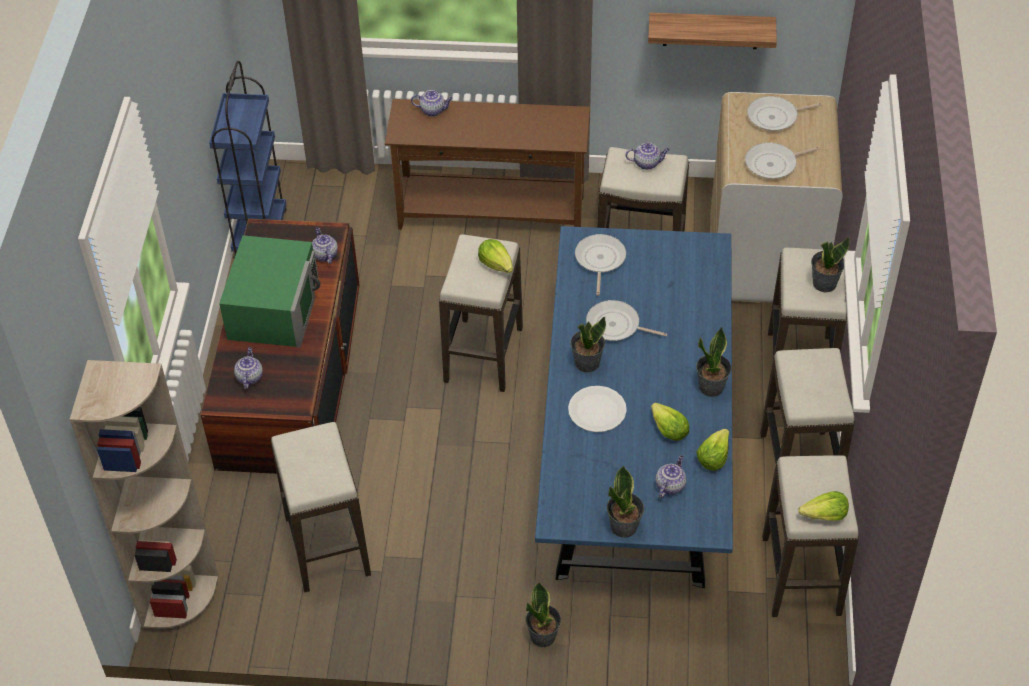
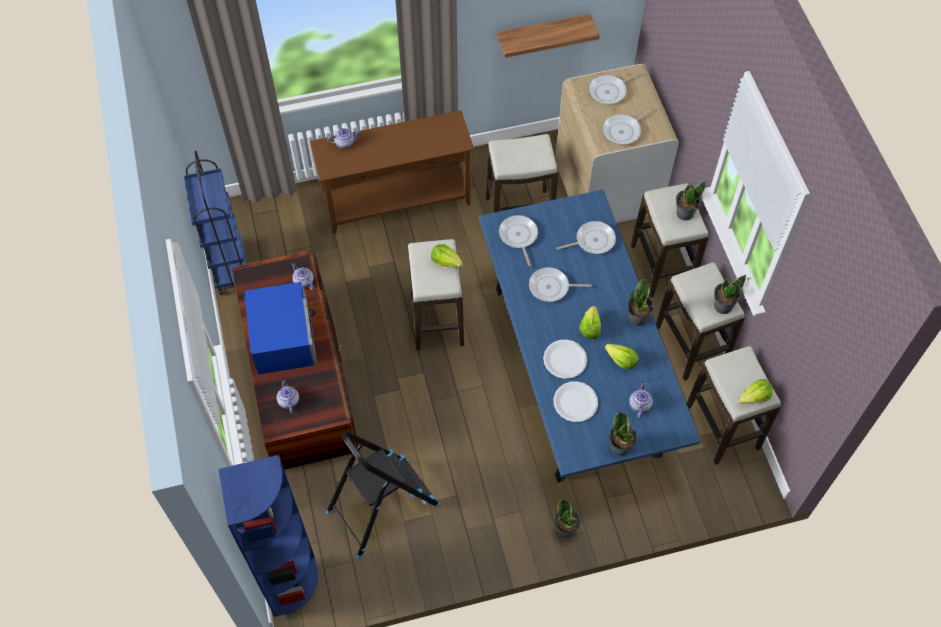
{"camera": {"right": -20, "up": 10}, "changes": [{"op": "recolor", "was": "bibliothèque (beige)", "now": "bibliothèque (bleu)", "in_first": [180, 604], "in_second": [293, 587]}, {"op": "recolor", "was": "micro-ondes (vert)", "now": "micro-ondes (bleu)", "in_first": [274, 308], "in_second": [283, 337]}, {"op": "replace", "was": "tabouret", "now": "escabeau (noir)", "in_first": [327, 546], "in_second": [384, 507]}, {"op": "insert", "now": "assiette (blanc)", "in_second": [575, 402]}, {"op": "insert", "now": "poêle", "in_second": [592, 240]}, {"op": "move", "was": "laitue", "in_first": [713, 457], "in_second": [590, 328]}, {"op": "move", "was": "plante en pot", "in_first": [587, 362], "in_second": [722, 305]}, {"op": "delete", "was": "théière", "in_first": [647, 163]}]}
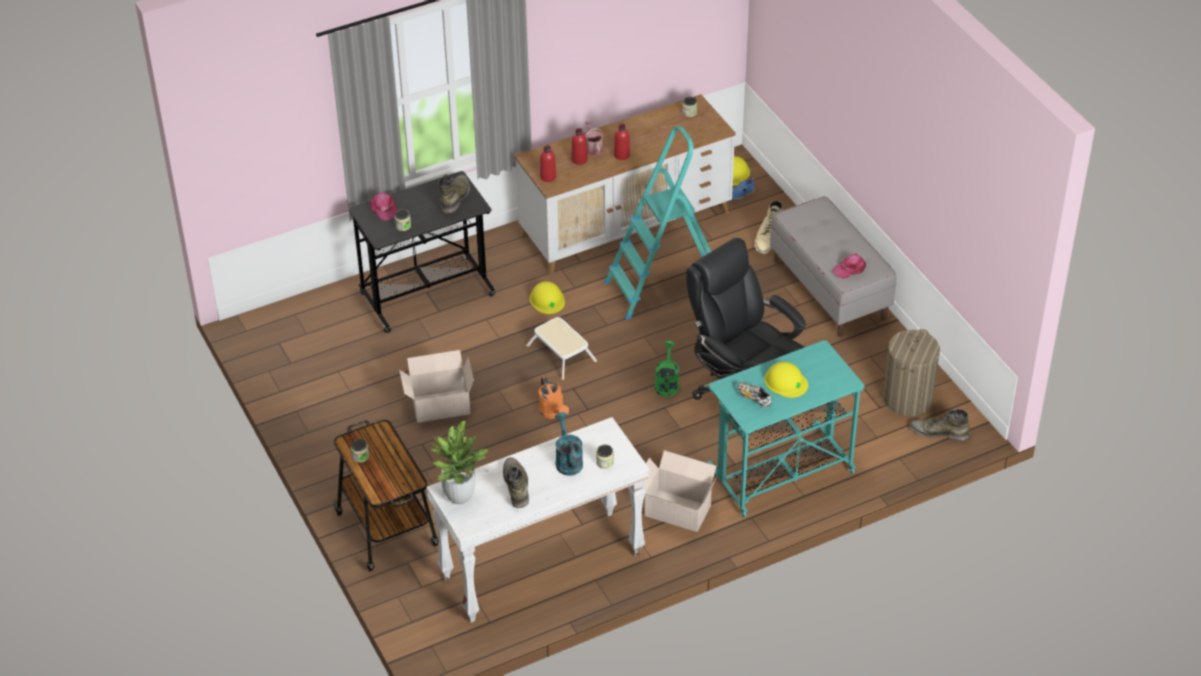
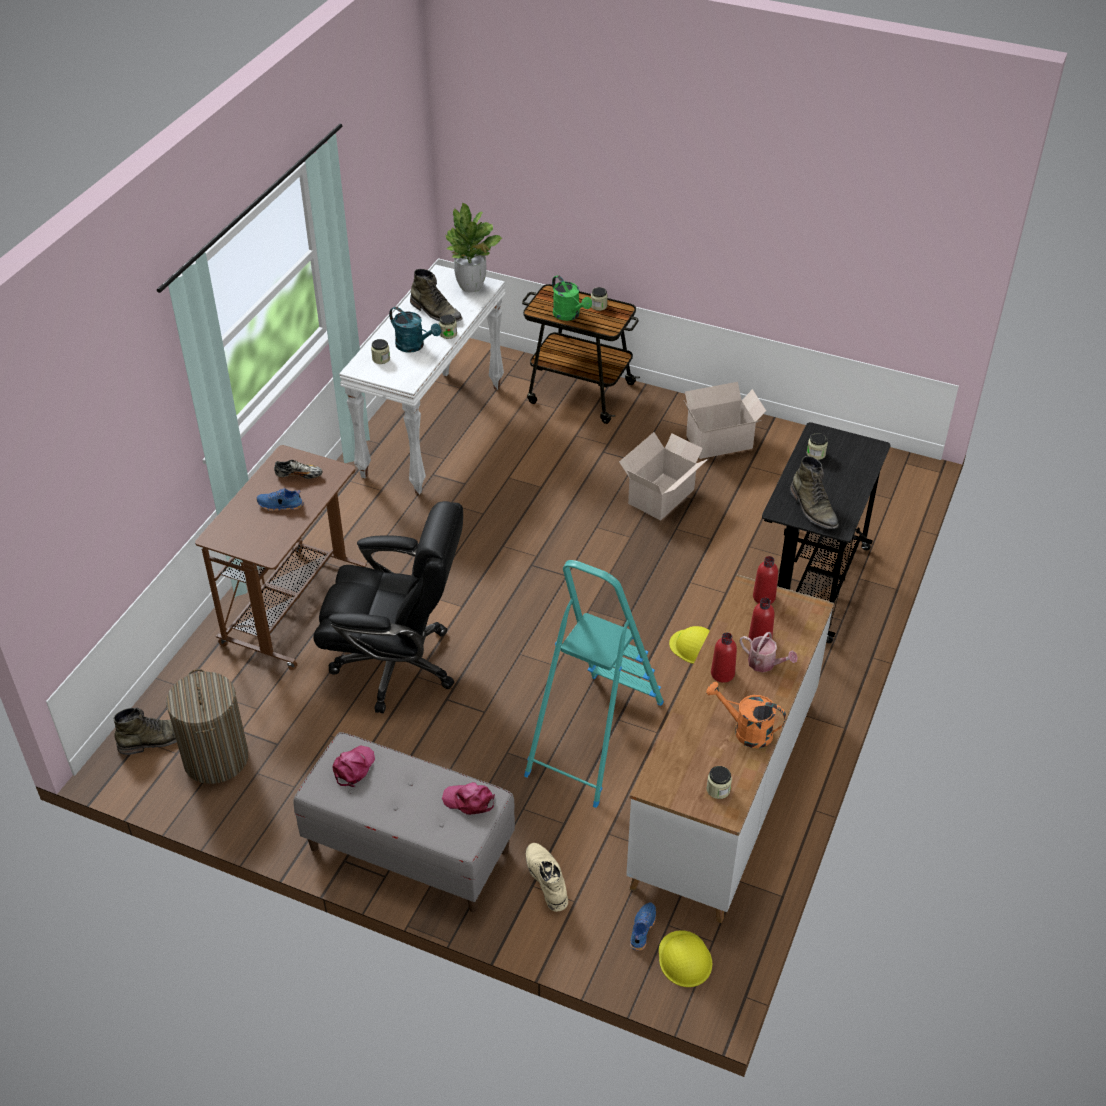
{"camera": {"right": 140, "up": 0}, "changes": [{"op": "recolor", "was": "bureau (turquoise)", "now": "bureau (marron)", "in_first": [780, 472], "in_second": [294, 608]}, {"op": "replace", "was": "casque de chantier (jaune)", "now": "chaussure (bleu)", "in_first": [785, 381], "in_second": [280, 505]}, {"op": "insert", "now": "bocal", "in_second": [448, 334]}, {"op": "move", "was": "casquette (rose)", "in_first": [384, 209], "in_second": [469, 801]}, {"op": "move", "was": "arrosoir (vert)", "in_first": [667, 383], "in_second": [569, 315]}, {"op": "move", "was": "carton", "in_first": [676, 510], "in_second": [721, 442]}, {"op": "move", "was": "arrosoir (orange)", "in_first": [553, 413], "in_second": [746, 731]}, {"op": "delete", "was": "escabeau (beige)", "in_first": [561, 353]}]}
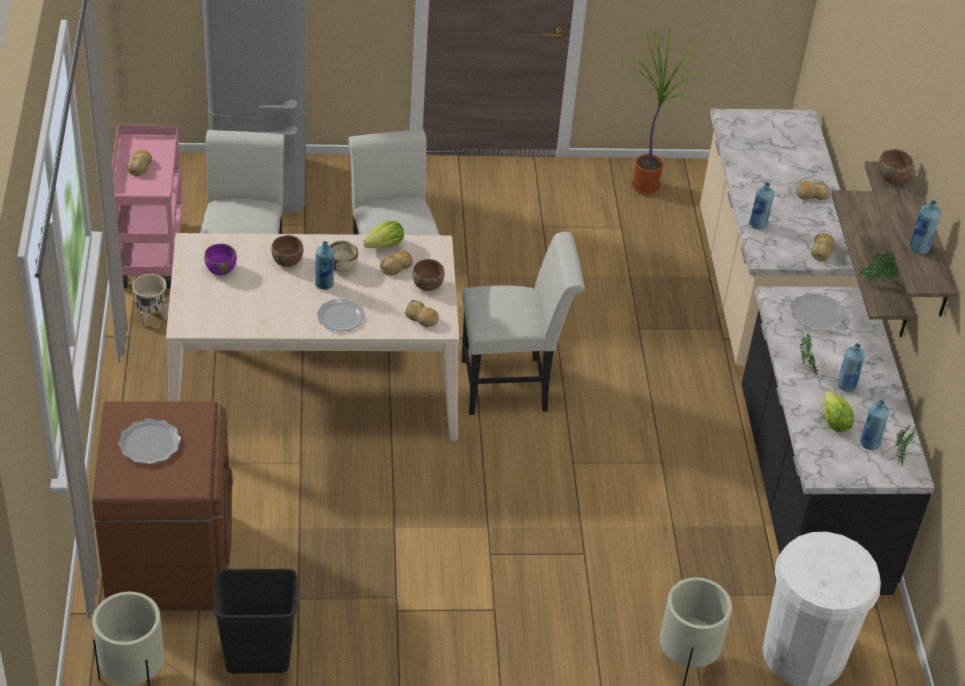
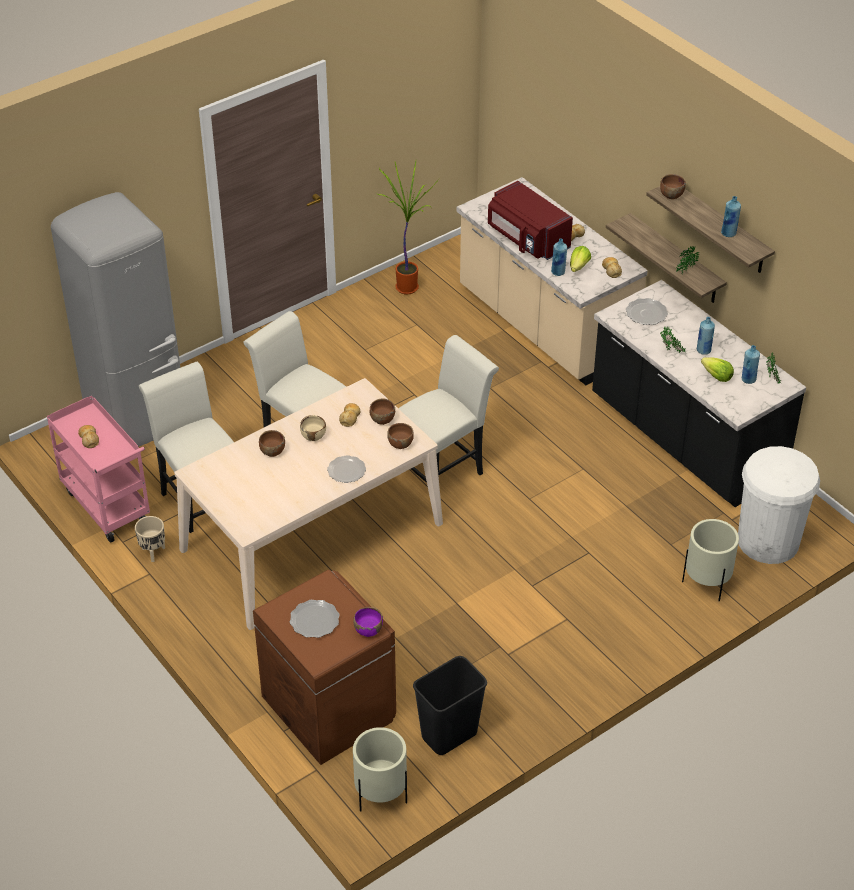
{"camera": {"right": -30, "up": 0}, "changes": [{"op": "move", "was": "bol (violet)", "in_first": [221, 269], "in_second": [368, 630]}, {"op": "replace", "was": "pain", "now": "bol (marron)", "in_first": [421, 318], "in_second": [400, 443]}, {"op": "insert", "now": "micro-ondes (rouge)", "in_second": [527, 239]}, {"op": "move", "was": "laitue", "in_first": [385, 246], "in_second": [579, 267]}, {"op": "delete", "was": "bouteille (bleu)", "in_first": [324, 284]}]}
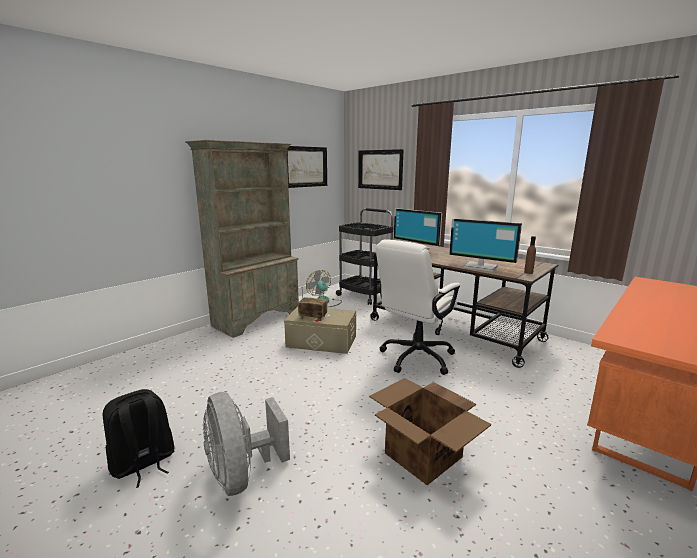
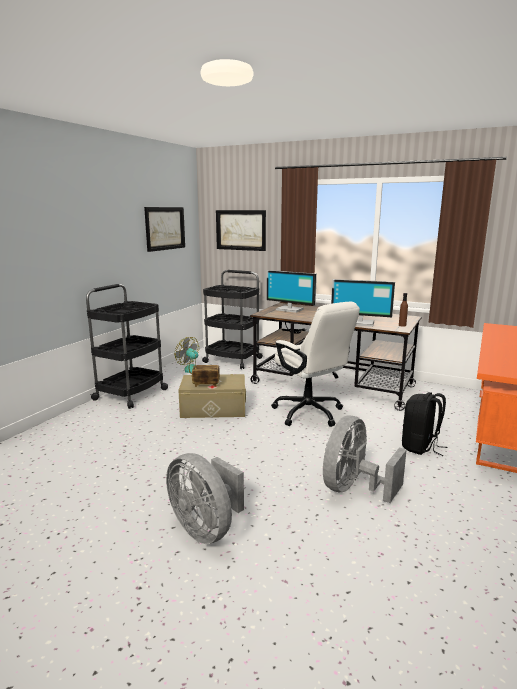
{"camera": {"right": -15, "up": 0}, "changes": [{"op": "replace", "was": "bibliothèque (vert)", "now": "chariot (noir)", "in_first": [256, 319], "in_second": [131, 394]}, {"op": "rotate", "was": "chaise de bureau (blanc)", "in_first": [415, 359], "in_second": [310, 414], "clockwise": -60}, {"op": "replace", "was": "carton", "now": "ventilateur (gris)", "in_first": [424, 456], "in_second": [354, 488]}, {"op": "move", "was": "sac à dos (noir)", "in_first": [143, 464], "in_second": [420, 447]}]}
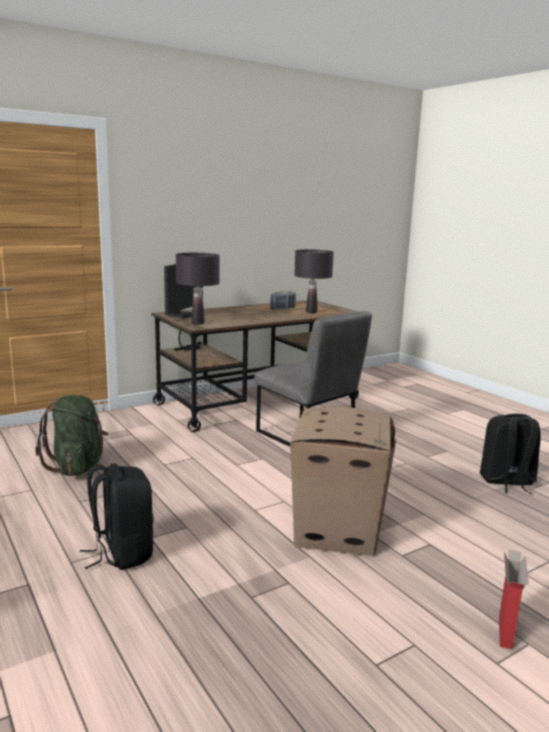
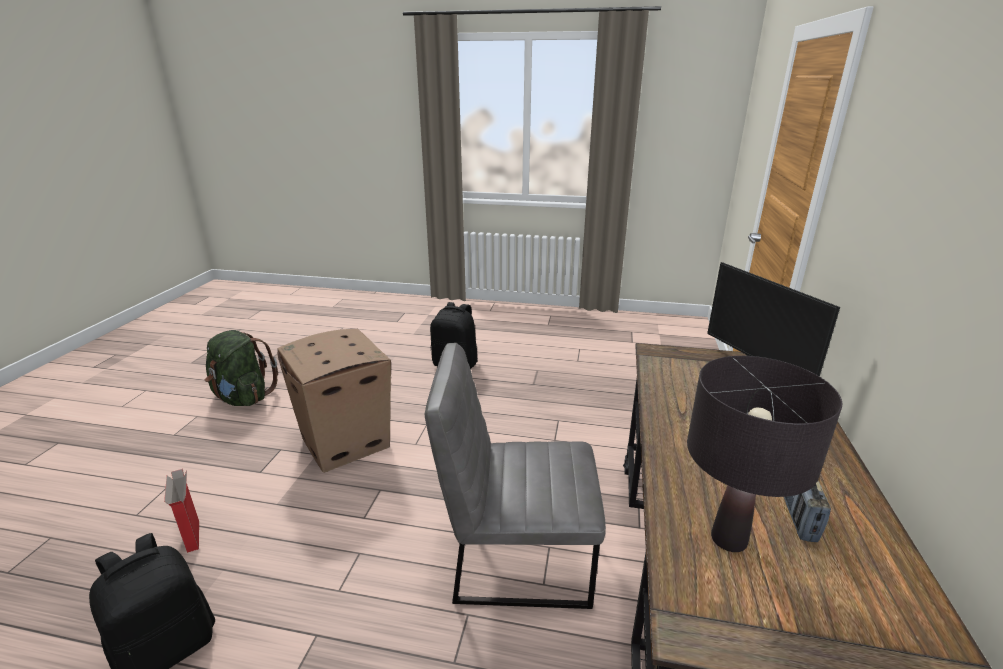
{"camera": {"right": 135, "up": 10}, "changes": [{"op": "move", "was": "carton", "in_first": [505, 631], "in_second": [193, 537]}, {"op": "move", "was": "sac à dos (vert)", "in_first": [77, 467], "in_second": [243, 398]}, {"op": "delete", "was": "lampe de table (noir)", "in_first": [197, 323]}]}
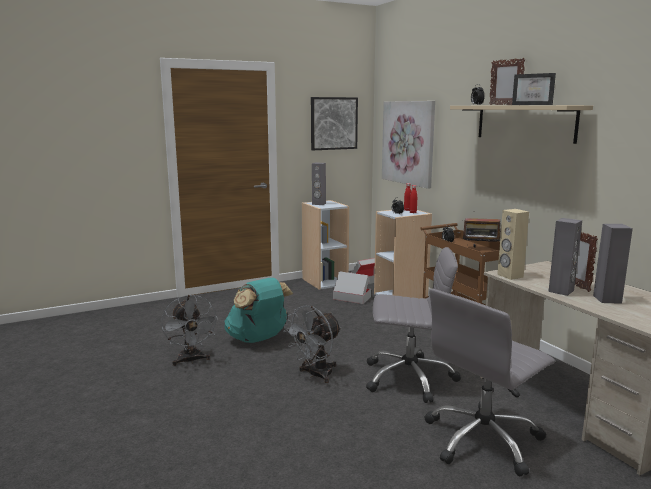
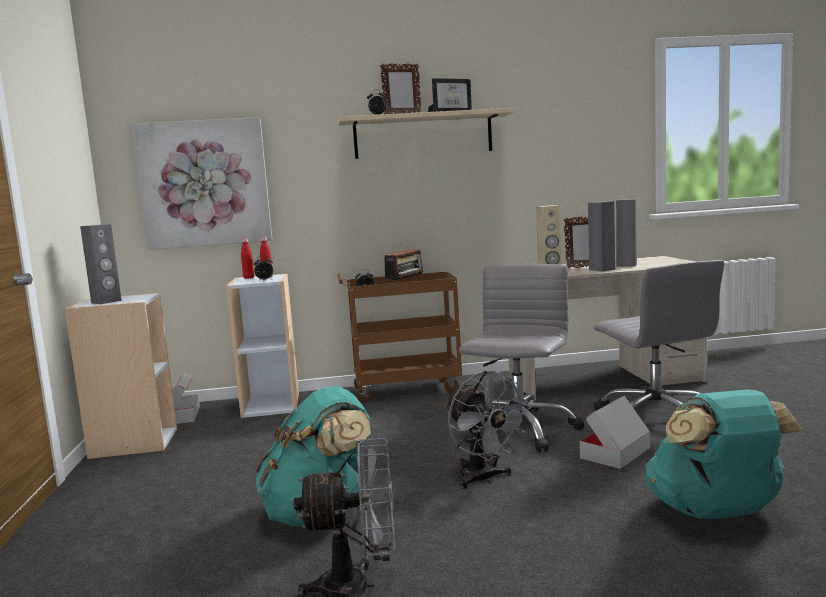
{"camera": {"right": -70, "up": -5}, "changes": [{"op": "move", "was": "carton", "in_first": [351, 298], "in_second": [615, 453]}, {"op": "insert", "now": "sac à dos (turquoise)", "in_second": [716, 513]}, {"op": "delete", "was": "tableau", "in_first": [333, 123]}]}
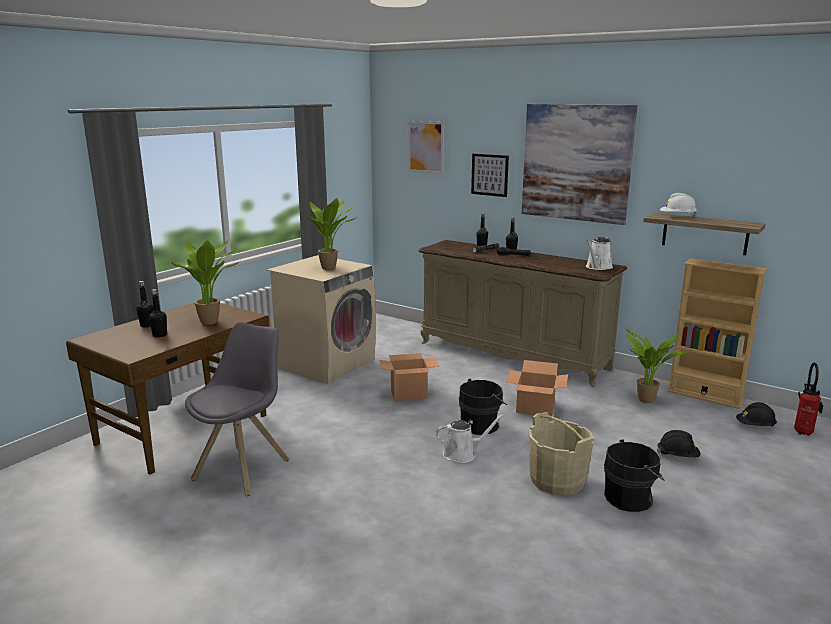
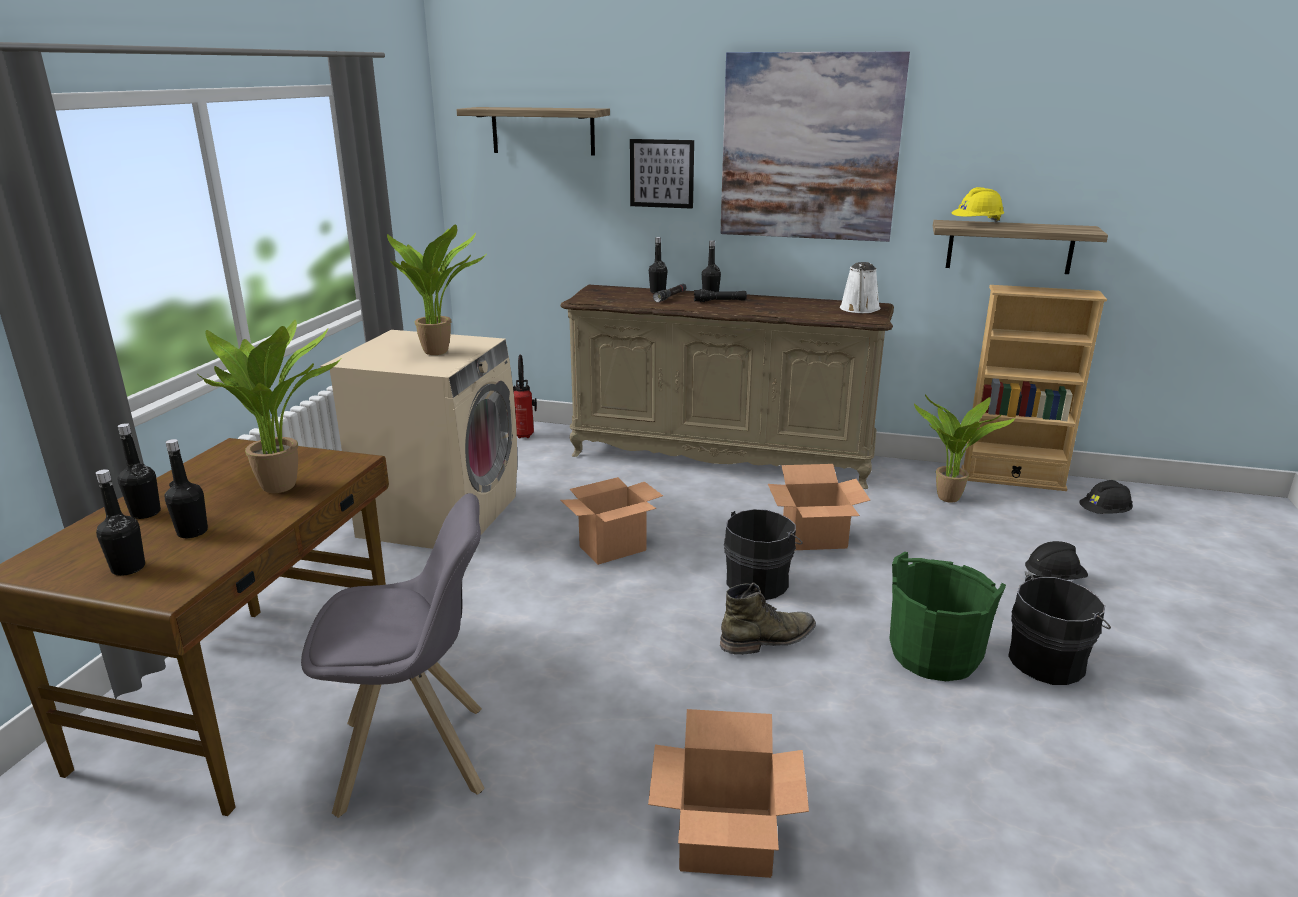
{"camera": {"right": -20, "up": 5}, "changes": [{"op": "insert", "now": "bouteille (noir)", "in_second": [128, 568]}, {"op": "rotate", "was": "chaise (gris)", "in_first": [243, 469], "in_second": [414, 757], "clockwise": 75}, {"op": "replace", "was": "tableau", "now": "étagère", "in_first": [426, 147], "in_second": [543, 131]}, {"op": "move", "was": "extincteur", "in_first": [803, 431], "in_second": [525, 434]}, {"op": "insert", "now": "carton", "in_second": [727, 839]}, {"op": "replace", "was": "arrosoir (blanc)", "now": "botte (vert)", "in_first": [463, 454], "in_second": [768, 639]}, {"op": "recolor", "was": "seau (beige)", "now": "seau (vert)", "in_first": [557, 480], "in_second": [934, 655]}, {"op": "recolor", "was": "casque de chantier (blanc)", "now": "casque de chantier (jaune)", "in_first": [677, 217], "in_second": [976, 224]}]}
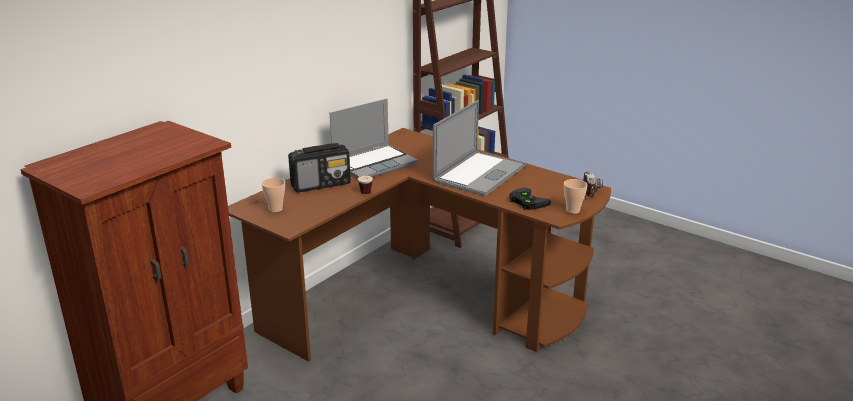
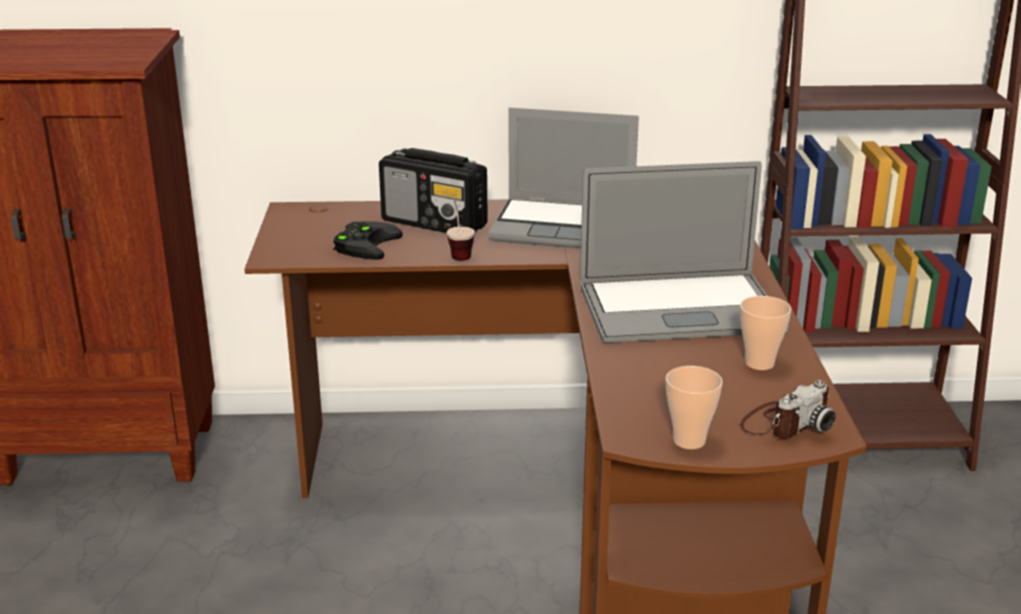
{"camera": {"right": 50, "up": 0}, "changes": [{"op": "move", "was": "manette (noir)", "in_first": [526, 201], "in_second": [365, 244]}, {"op": "move", "was": "tasse", "in_first": [275, 209], "in_second": [759, 363]}]}
